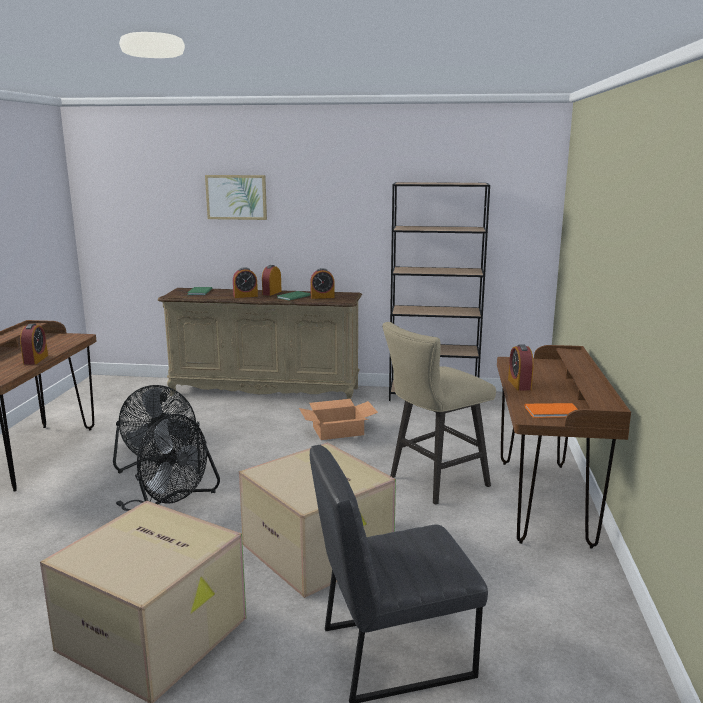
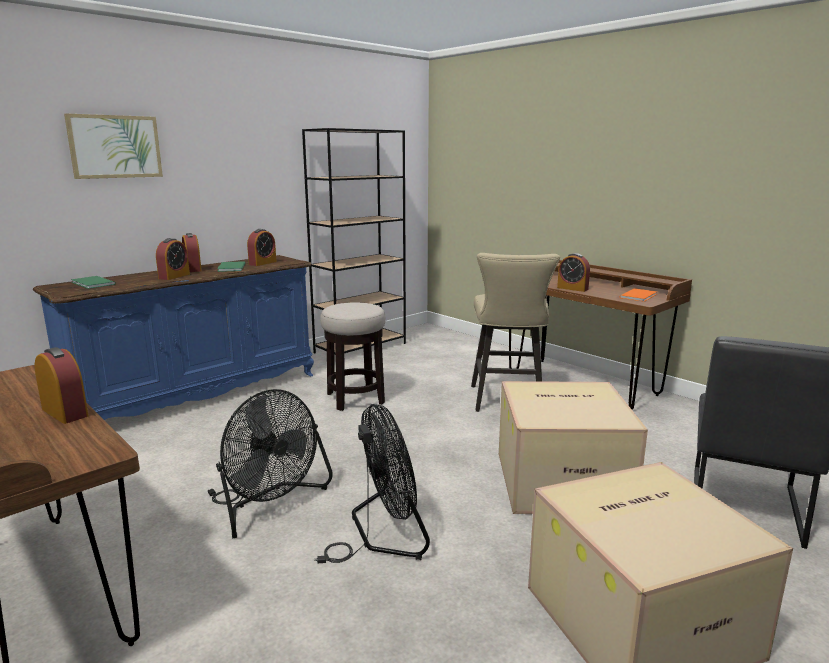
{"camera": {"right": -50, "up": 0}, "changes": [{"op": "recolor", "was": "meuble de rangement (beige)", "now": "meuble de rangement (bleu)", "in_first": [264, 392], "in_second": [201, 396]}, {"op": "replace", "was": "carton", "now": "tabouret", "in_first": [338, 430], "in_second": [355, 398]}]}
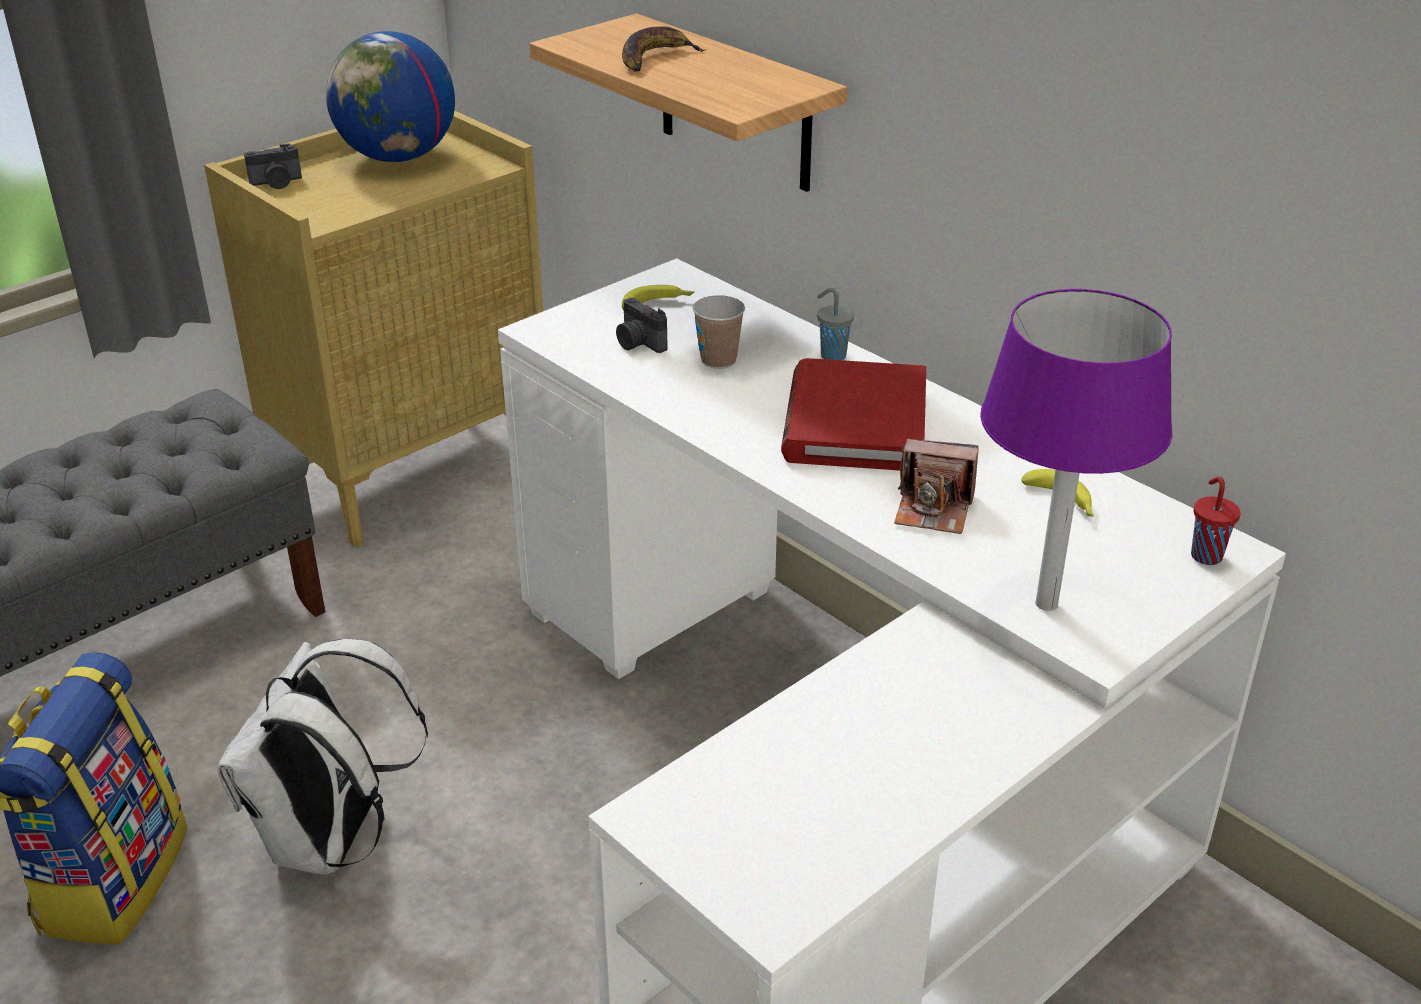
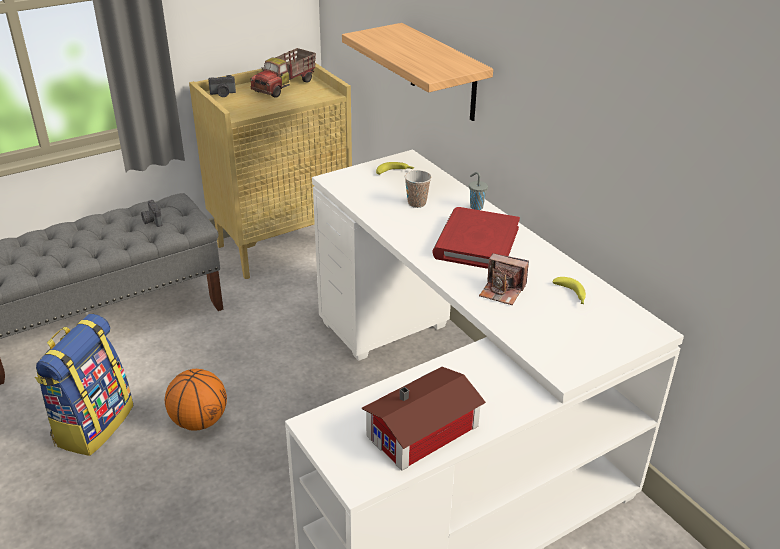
{"camera": {"right": 10, "up": 0}, "changes": [{"op": "move", "was": "appareil photo", "in_first": [638, 343], "in_second": [152, 221]}, {"op": "replace", "was": "sac à dos (blanc)", "now": "ballon de basket", "in_first": [332, 841], "in_second": [199, 421]}, {"op": "replace", "was": "globe", "now": "camion jouet", "in_first": [398, 157], "in_second": [285, 86]}, {"op": "insert", "now": "maison miniature", "in_second": [426, 431]}, {"op": "delete", "was": "banane", "in_first": [655, 58]}, {"op": "delete", "was": "lampe de table (violet)", "in_first": [1046, 603]}, {"op": "delete", "was": "tasse (rouge)", "in_first": [1205, 555]}]}
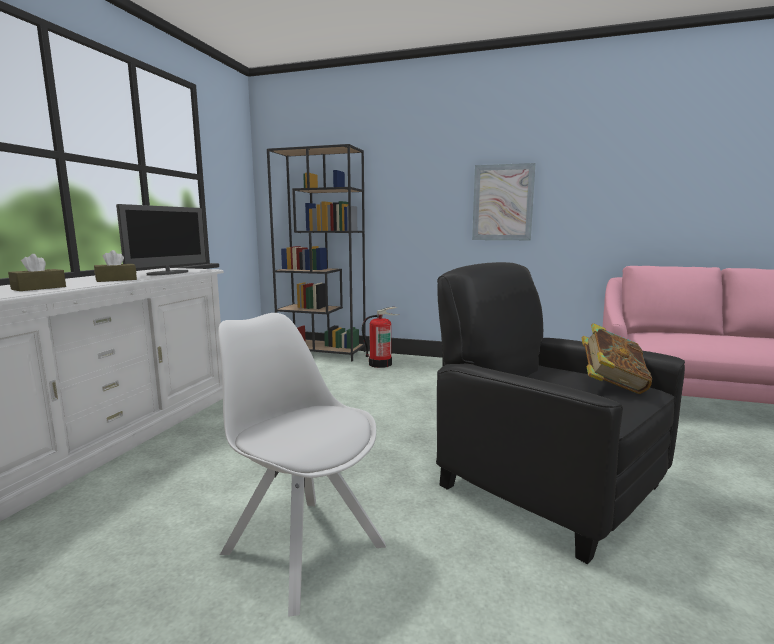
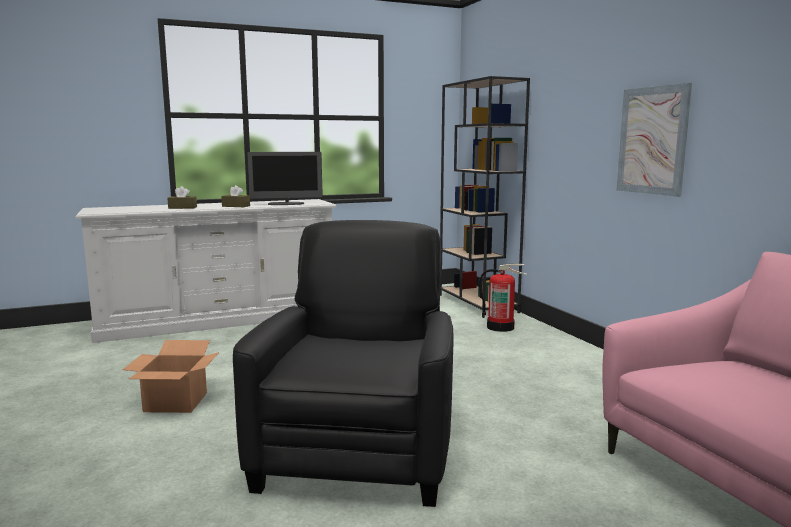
{"camera": {"right": 50, "up": 0}, "changes": [{"op": "replace", "was": "chaise (blanc)", "now": "carton", "in_first": [302, 547], "in_second": [177, 402]}, {"op": "delete", "was": "livre", "in_first": [611, 384]}]}
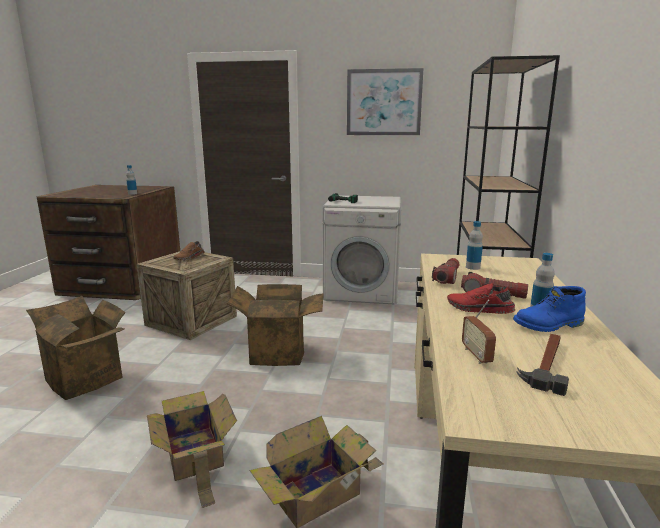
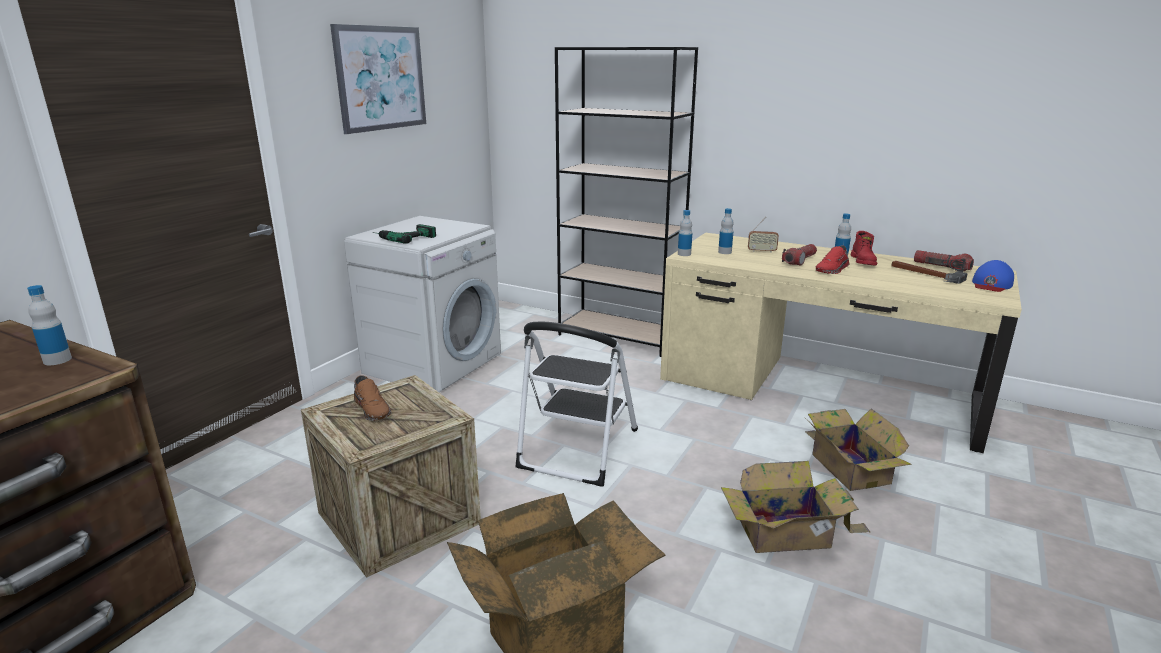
{"camera": {"right": -70, "up": 5}, "changes": [{"op": "replace", "was": "carton", "now": "escabeau", "in_first": [279, 352], "in_second": [576, 450]}, {"op": "insert", "now": "bouteille", "in_second": [684, 254]}, {"op": "move", "was": "radio", "in_first": [476, 355], "in_second": [762, 251]}, {"op": "recolor", "was": "botte (bleu)", "now": "botte (rouge)", "in_first": [549, 325], "in_second": [863, 261]}, {"op": "move", "was": "lampe de poche", "in_first": [447, 277], "in_second": [941, 267]}, {"op": "insert", "now": "casquette (bleu)", "in_second": [991, 284]}]}
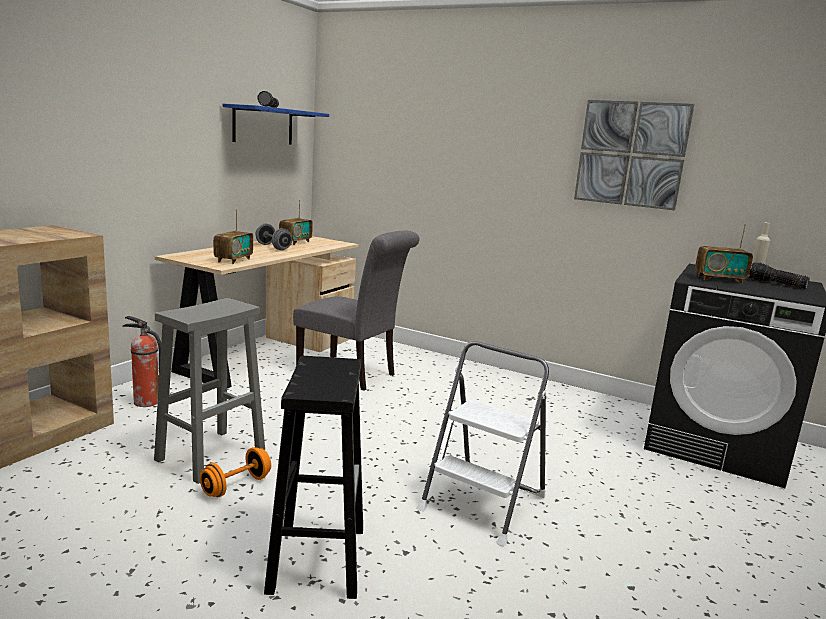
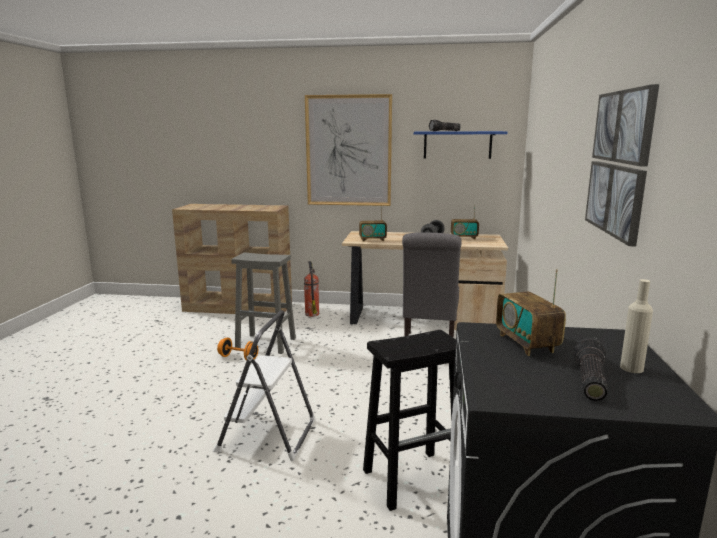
{"camera": {"right": 70, "up": 0}, "changes": [{"op": "insert", "now": "tableau", "in_second": [348, 151]}, {"op": "move", "was": "tabouret (noir)", "in_first": [317, 557], "in_second": [413, 478]}]}
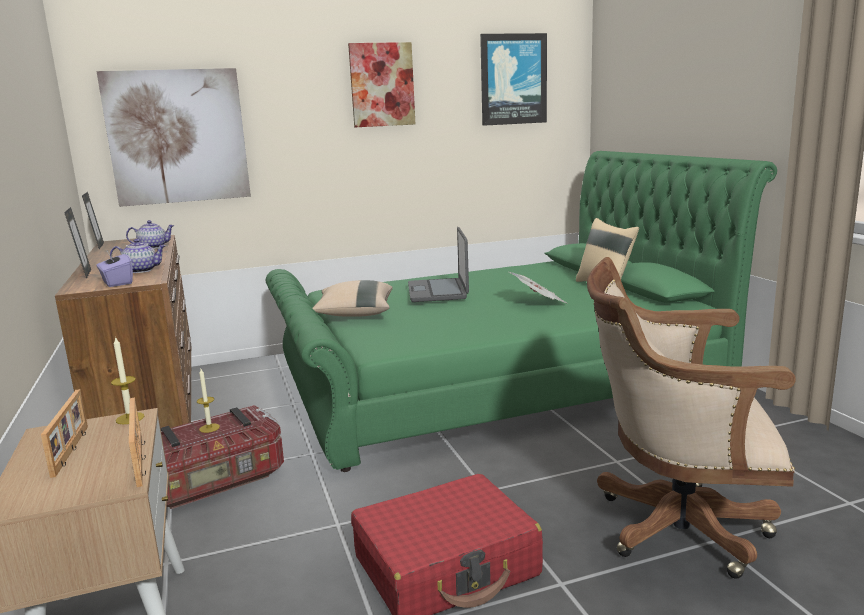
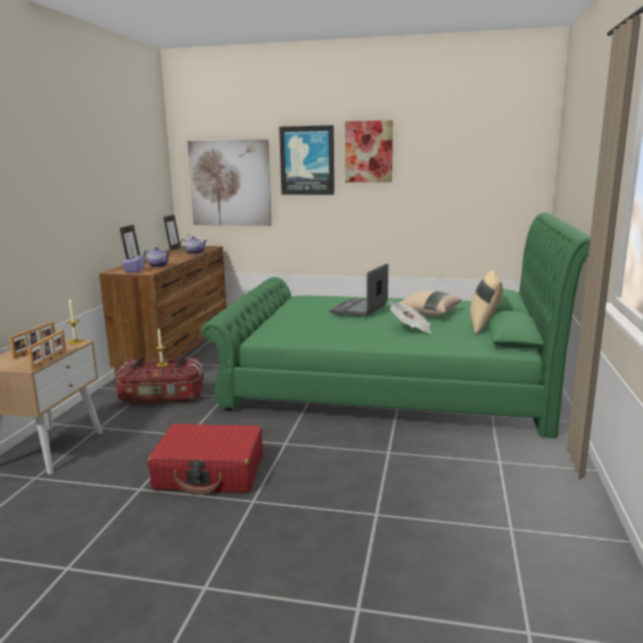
{"camera": {"right": 30, "up": 0}, "changes": [{"op": "move", "was": "tableau", "in_first": [513, 79], "in_second": [307, 160]}, {"op": "move", "was": "coussin (beige)", "in_first": [355, 313], "in_second": [428, 313]}, {"op": "delete", "was": "chaise de bureau", "in_first": [673, 528]}]}
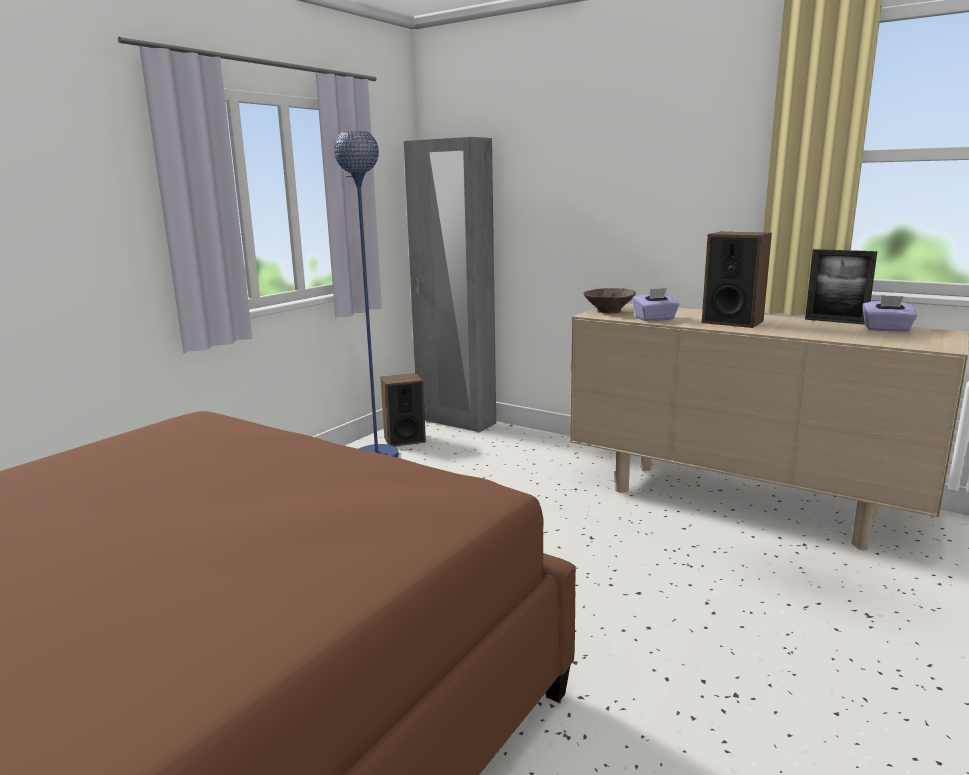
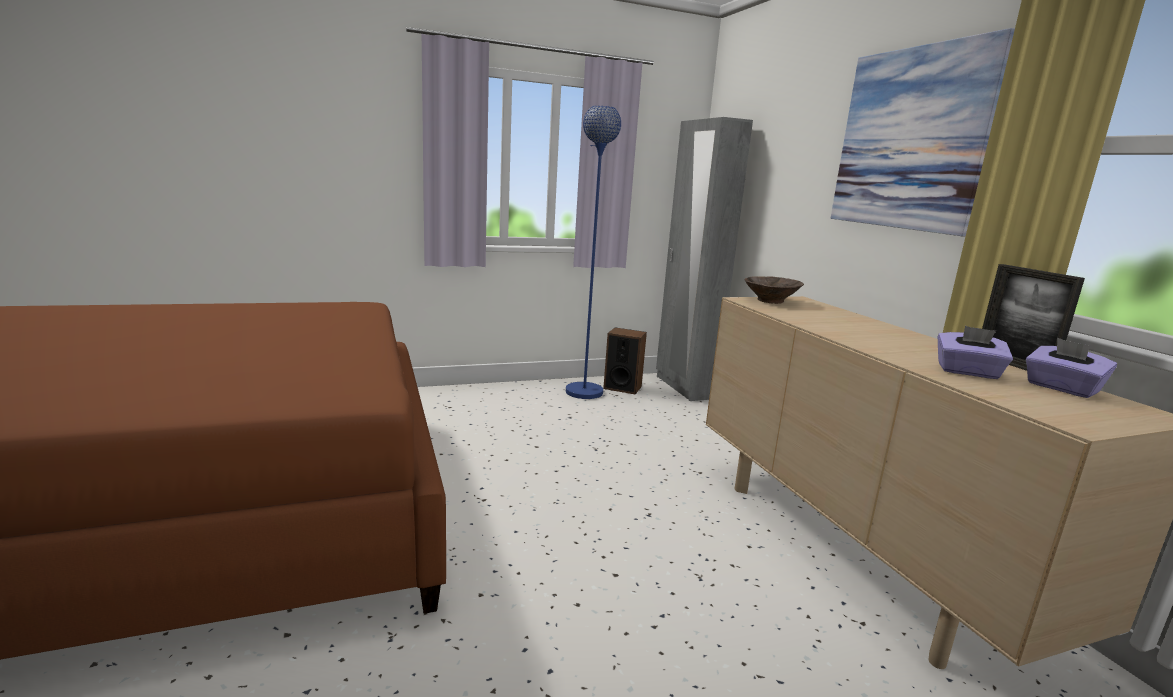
{"camera": {"right": 35, "up": 0}, "changes": [{"op": "insert", "now": "tableau", "in_second": [911, 139]}, {"op": "move", "was": "boîte à mouchoirs (violet)", "in_first": [655, 319], "in_second": [967, 372]}, {"op": "delete", "was": "enceinte", "in_first": [732, 322]}]}
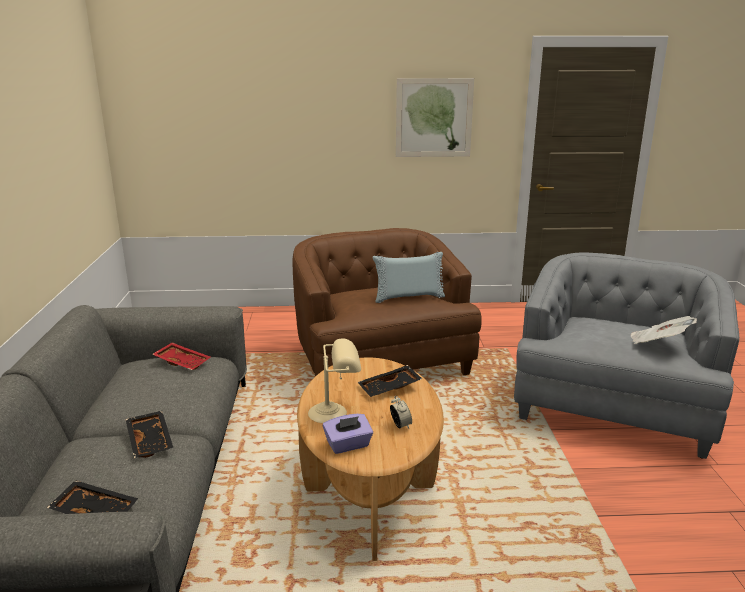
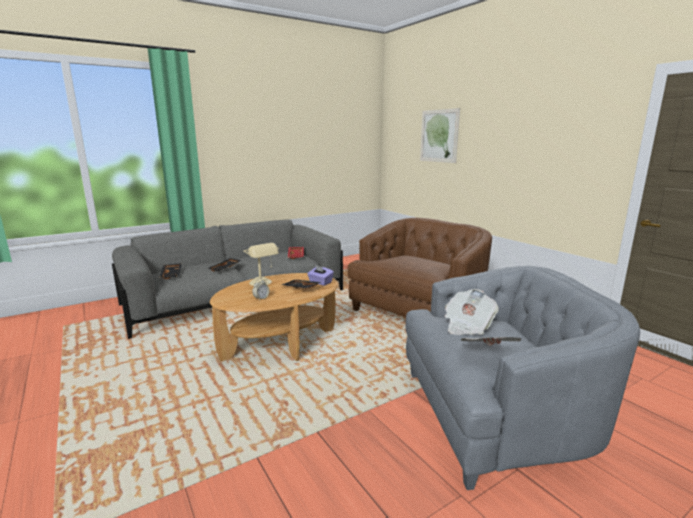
{"camera": {"right": 60, "up": -5}, "changes": [{"op": "move", "was": "boîte à mouchoirs (violet)", "in_first": [348, 445], "in_second": [320, 282]}, {"op": "move", "was": "tableau", "in_first": [434, 118], "in_second": [439, 136]}, {"op": "insert", "now": "journal", "in_second": [467, 325]}, {"op": "delete", "was": "coussin (bleu)", "in_first": [408, 297]}]}
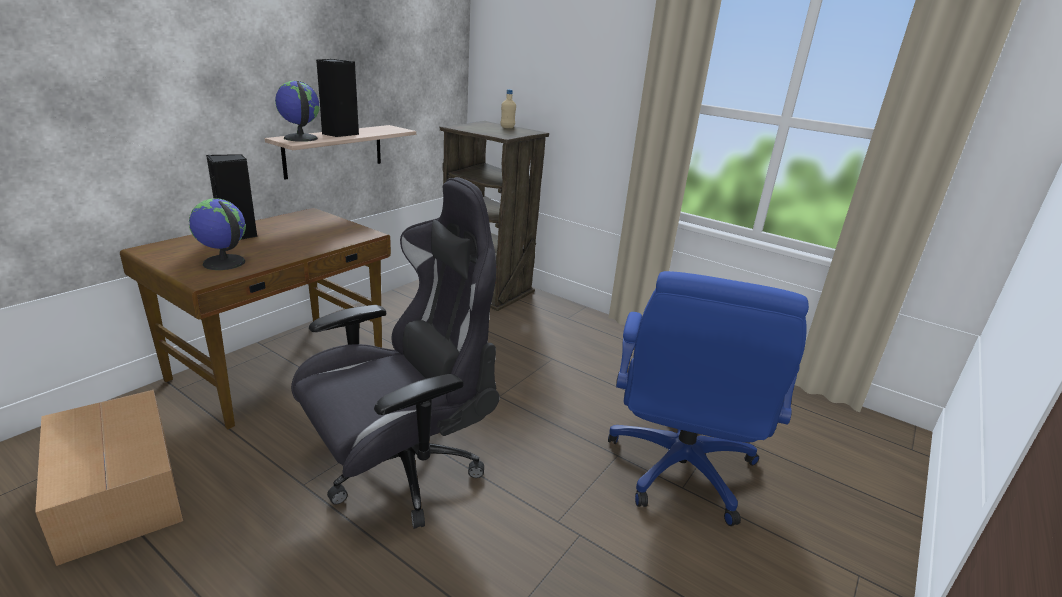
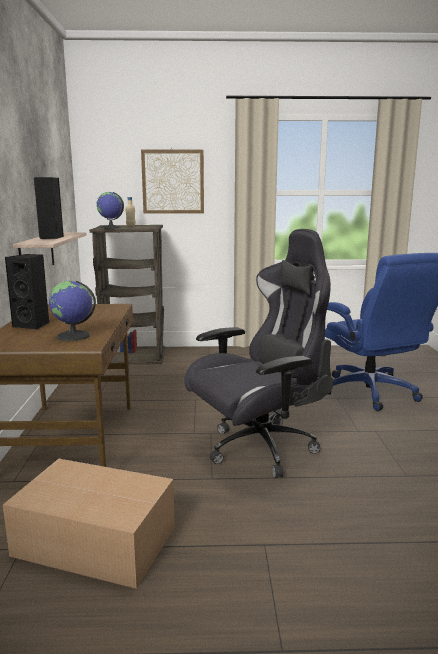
{"camera": {"right": -35, "up": -10}, "changes": [{"op": "move", "was": "globe", "in_first": [300, 138], "in_second": [111, 228]}, {"op": "insert", "now": "tableau", "in_second": [173, 181]}, {"op": "rotate", "was": "chaise de bureau (noir)", "in_first": [397, 476], "in_second": [255, 451], "clockwise": 45}]}
